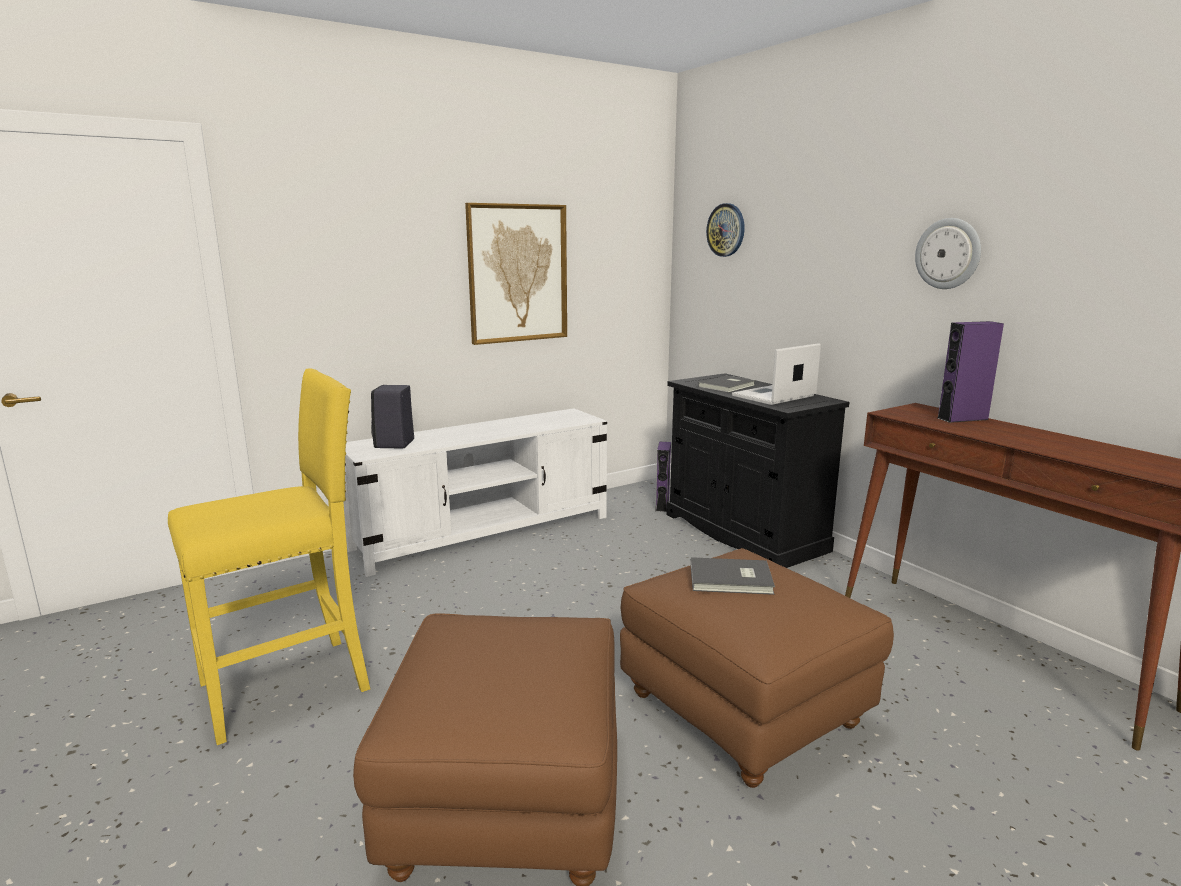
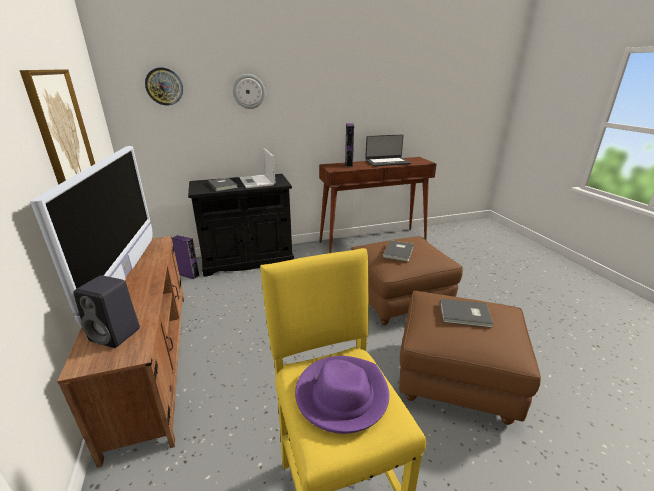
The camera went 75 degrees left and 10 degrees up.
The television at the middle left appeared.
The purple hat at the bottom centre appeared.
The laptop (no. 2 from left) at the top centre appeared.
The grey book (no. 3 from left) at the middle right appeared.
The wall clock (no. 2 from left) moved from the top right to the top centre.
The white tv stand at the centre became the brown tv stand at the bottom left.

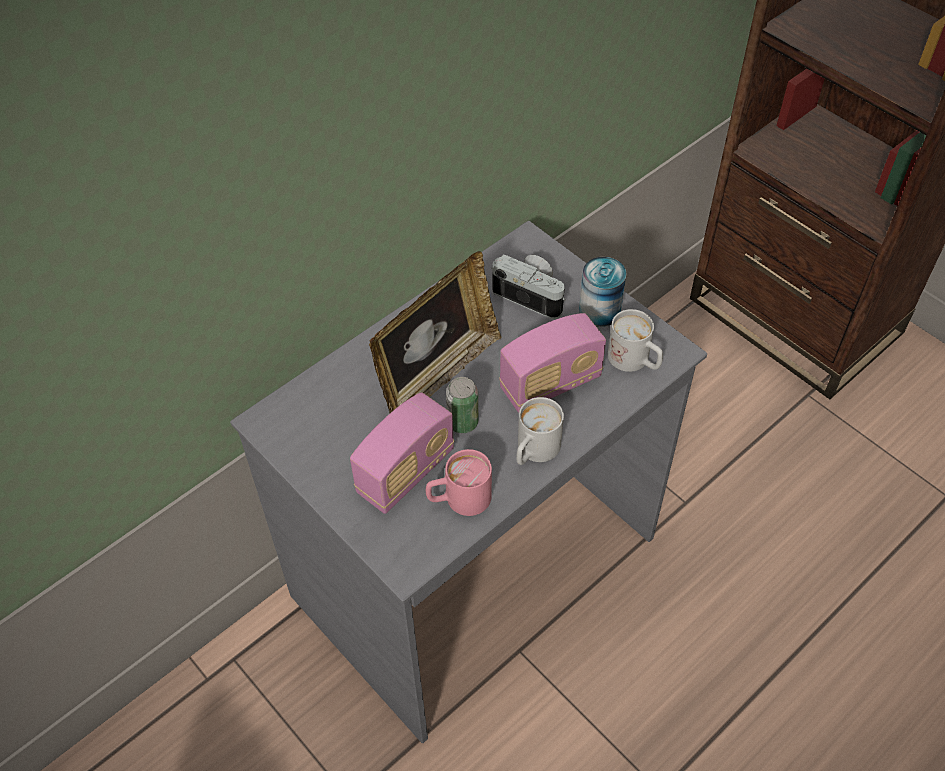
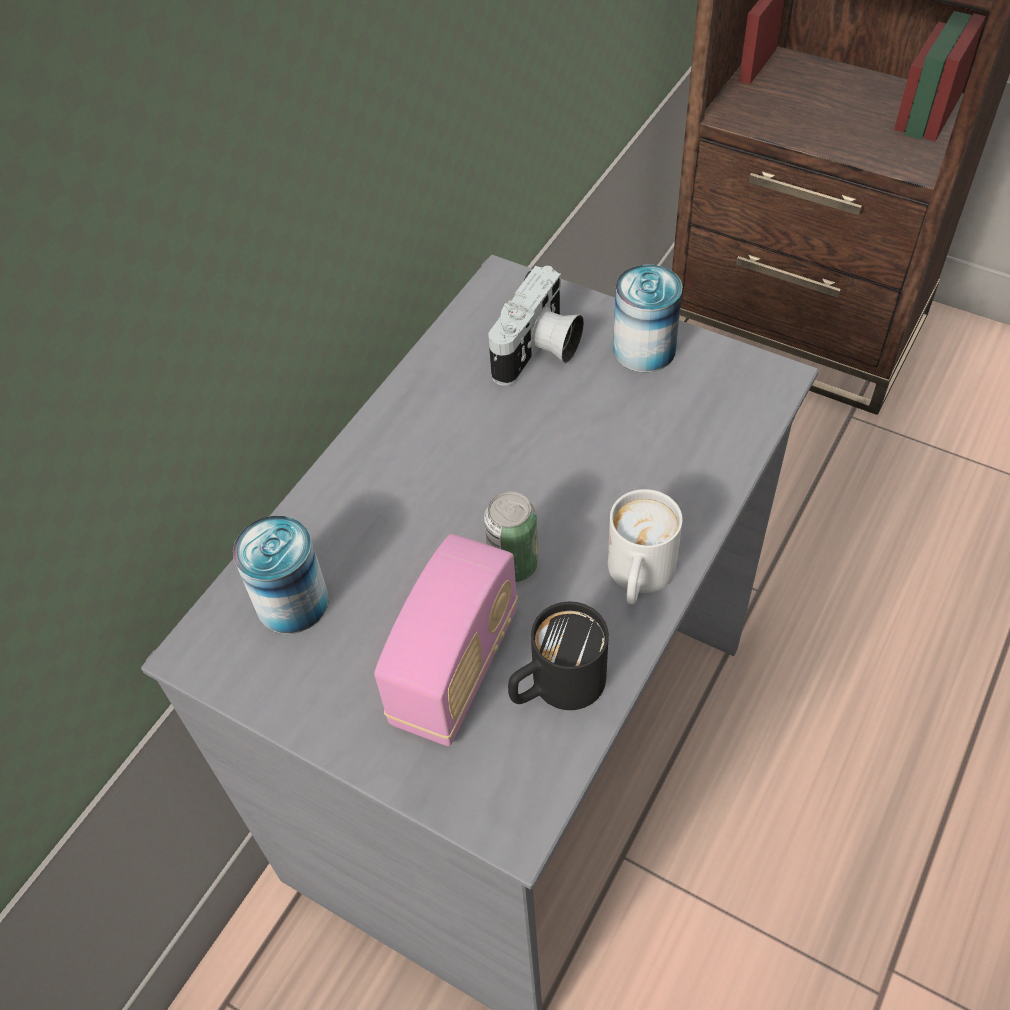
The camera went 15 degrees left and 0 degrees up.
The picture frame at the centre disappeared.
The radio (no. 2 from left) at the centre disappeared.
The white mug (no. 2 from left) at the middle right disappeared.
The can (no. 1 from left) at the middle left appeared.
The pink mug at the centre became the black mug at the centre.
The photo camera at the centre turned 105 degrees clockwise.

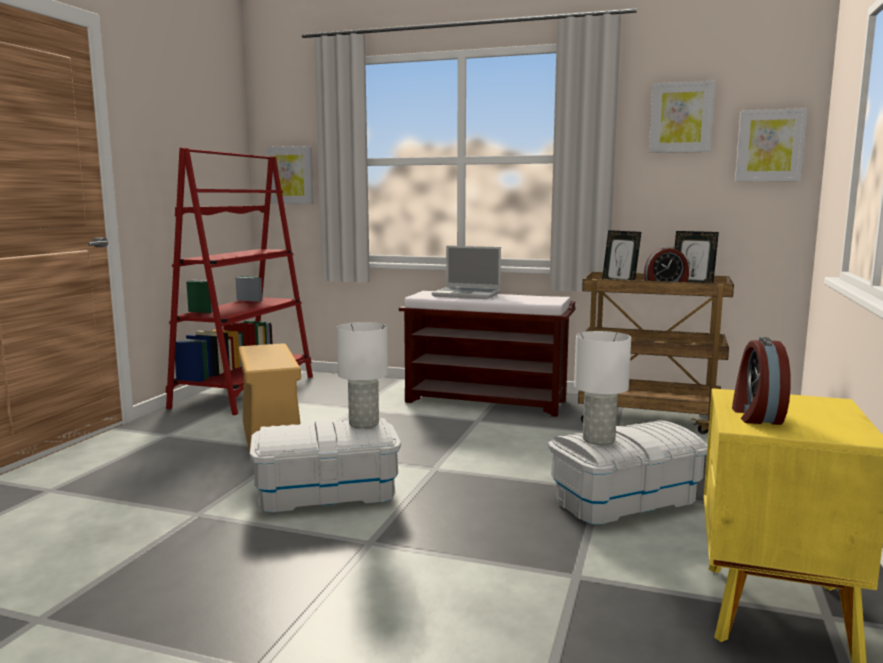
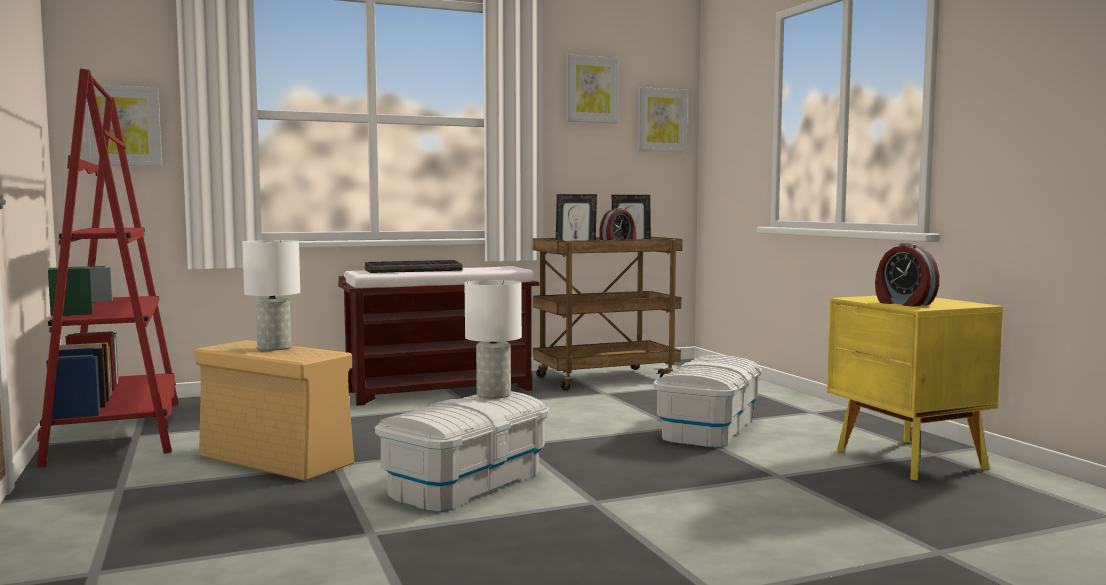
The camera went 40 degrees left and 5 degrees down.
The white table lamp (no. 2 from left in the first image) moved from the middle right to the middle left.
The laptop at the centre was replaced by the keyboard at the centre.

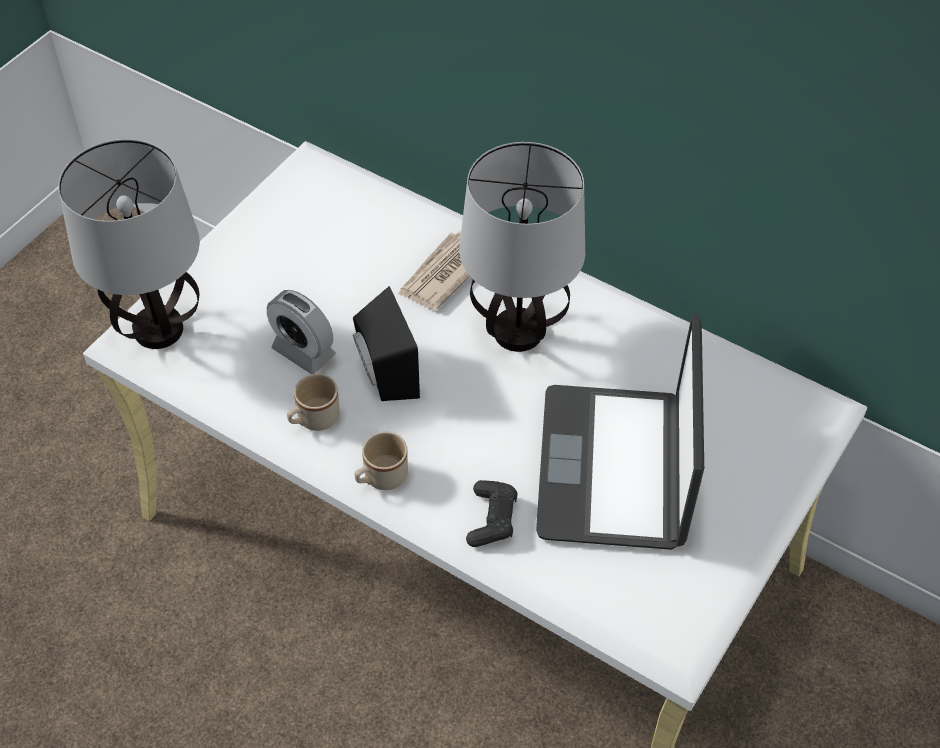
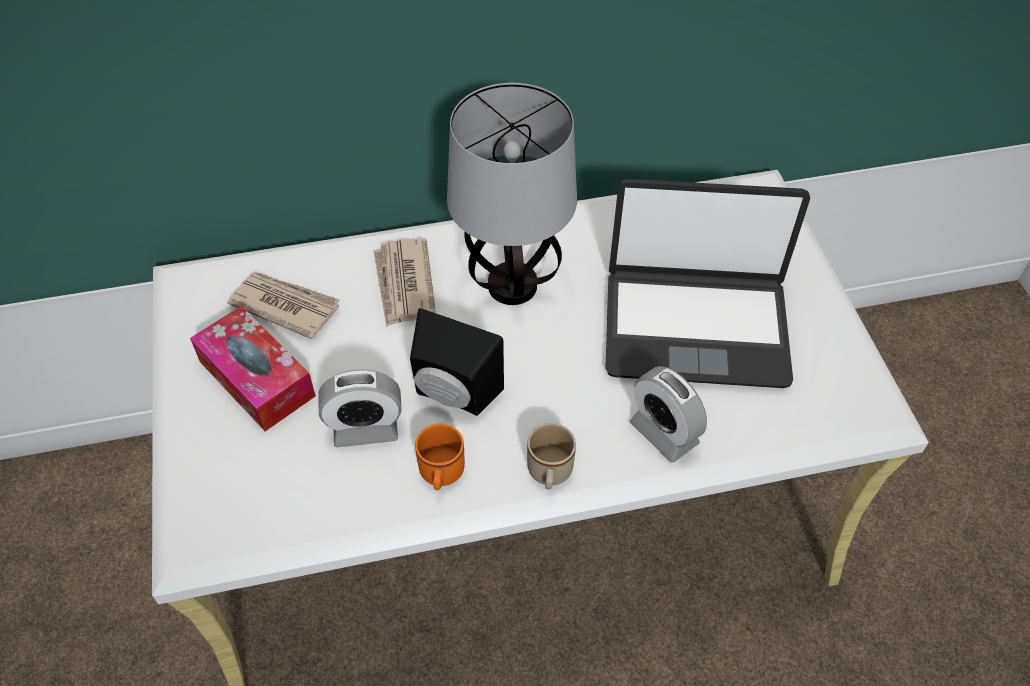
The camera went 45 degrees left and 0 degrees up.
The table lamp (no. 1 from left) at the top left disappeared.
The tissue box at the middle left appeared.
The newspaper (no. 1 from left) at the middle left appeared.
The black game controller at the bottom centre was replaced by the alarm clock (no. 2 from left) at the centre.
The beige mug (no. 1 from left) at the middle left became the orange mug at the centre.
The laptop at the centre turned 45 degrees counterclockwise.

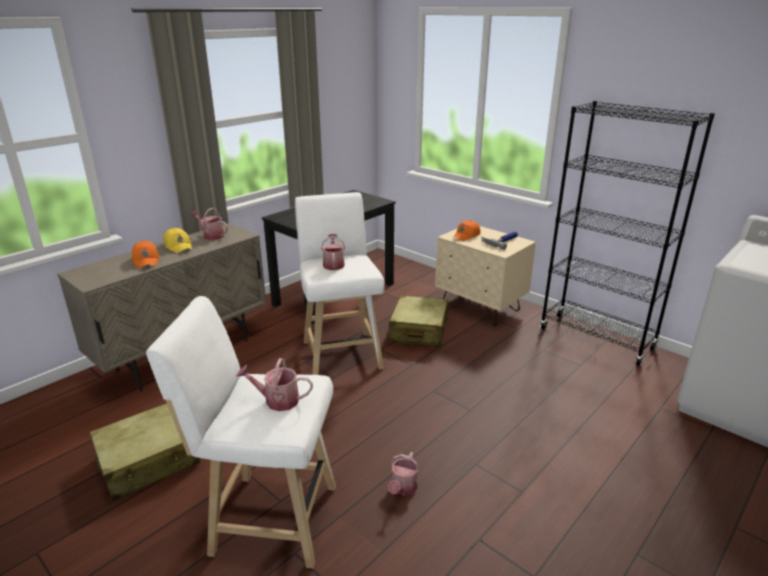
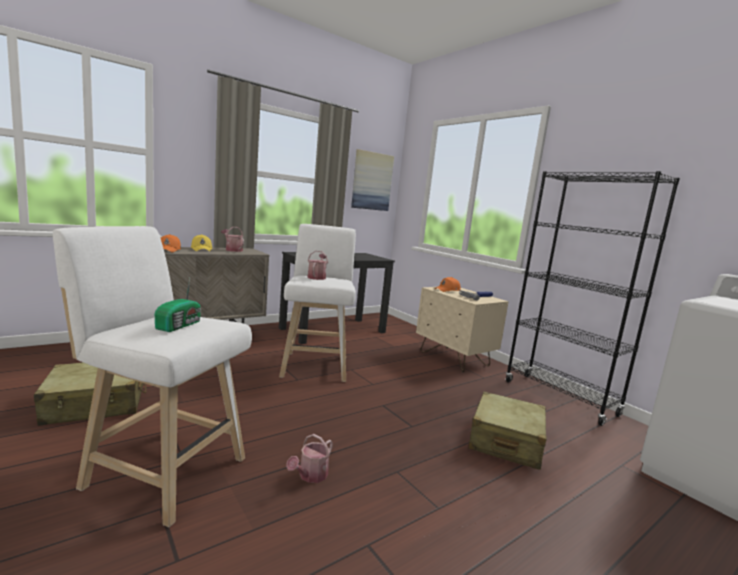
The camera went 10 degrees right and 15 degrees down.
The picture at the top centre appeared.
The beige suitcase (no. 2 from left) moved from the centre to the bottom right.
The watering can (no. 2 from left) at the bottom centre was replaced by the radio at the middle left.

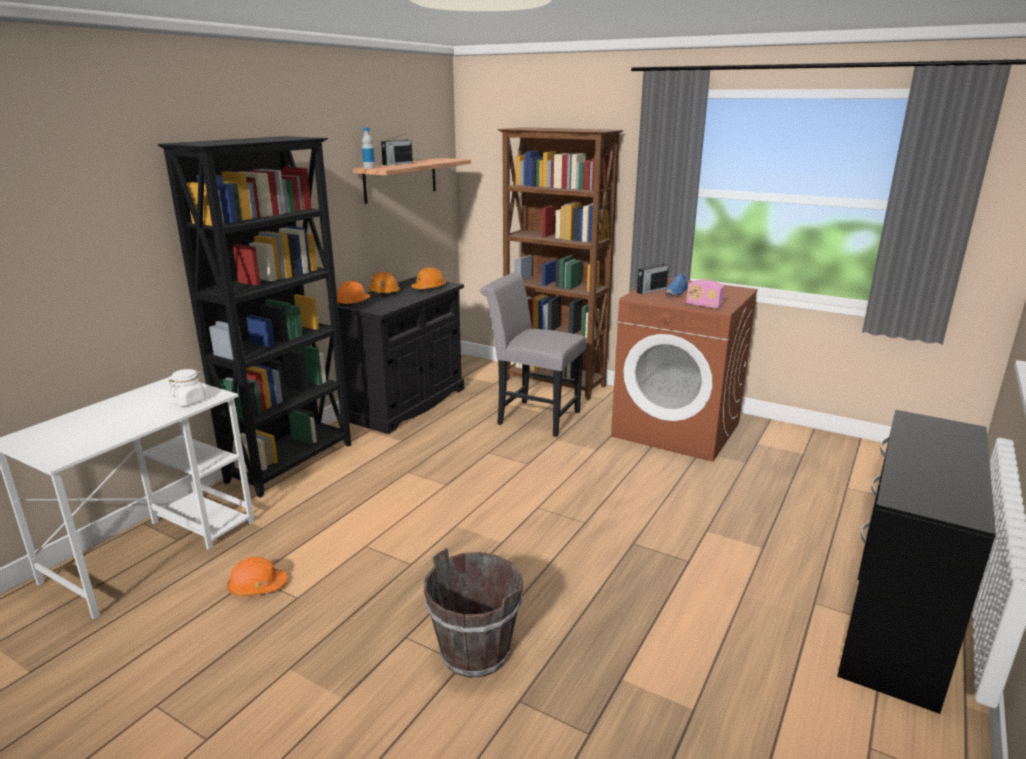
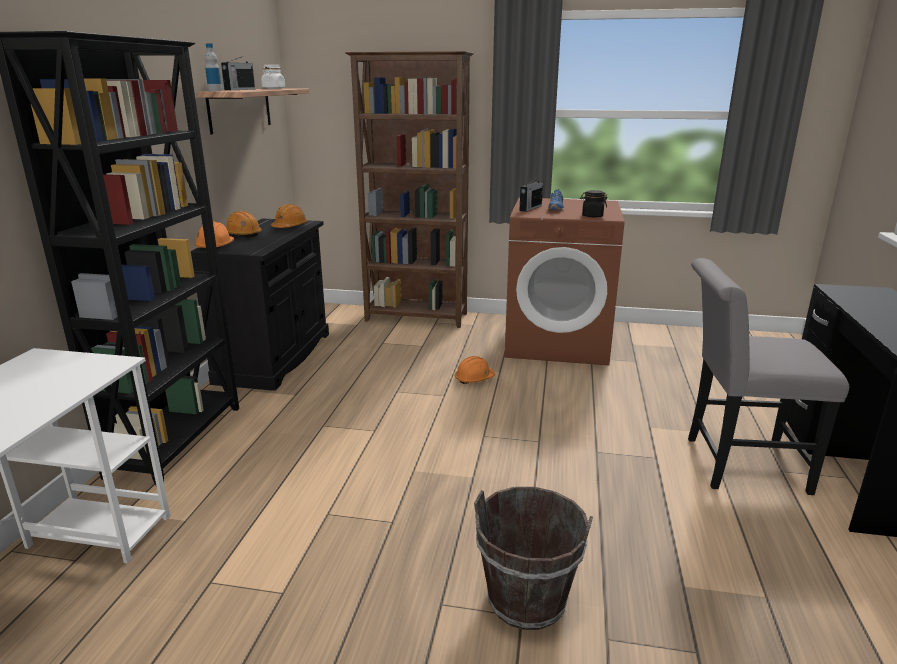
The camera went 20 degrees left and 0 degrees up.
The white jar moved from the middle left to the top left.
The orange hard hat (no. 1 from left in the first image) moved from the bottom left to the centre.
The grey chair moved from the centre to the middle right.
The radio (no. 3 from left) at the middle right was replaced by the black jar at the top centre.

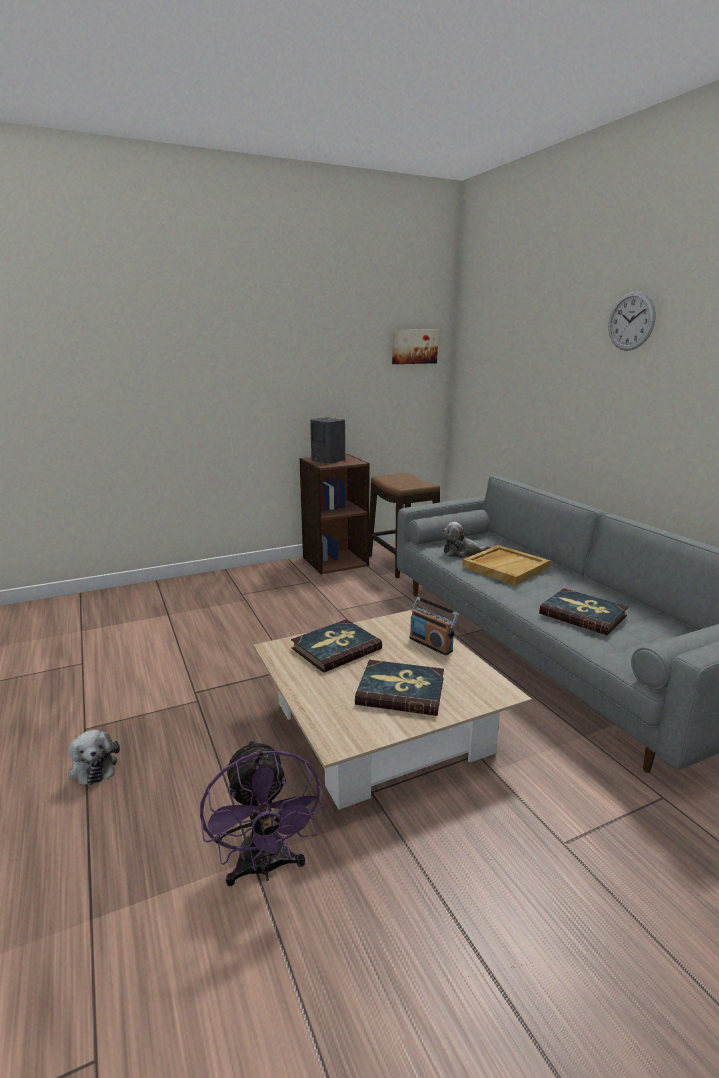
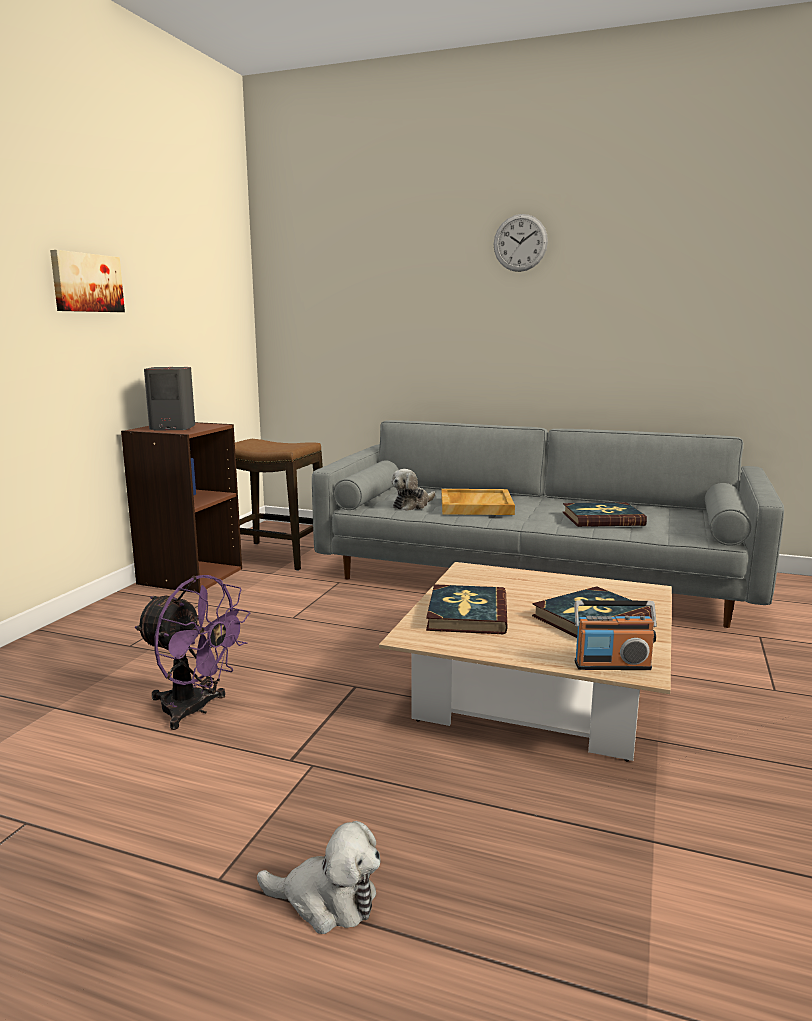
The camera went 45 degrees left and 5 degrees down.
The purple fan moved from the bottom centre to the middle left.
The picture moved from the top centre to the top left.
The radio moved from the centre to the middle right.

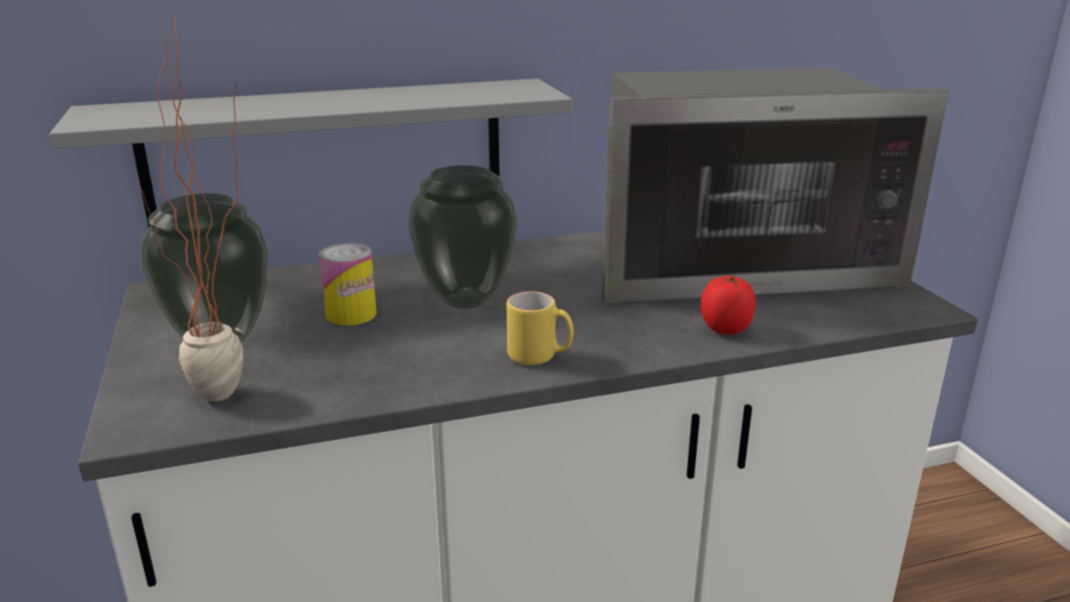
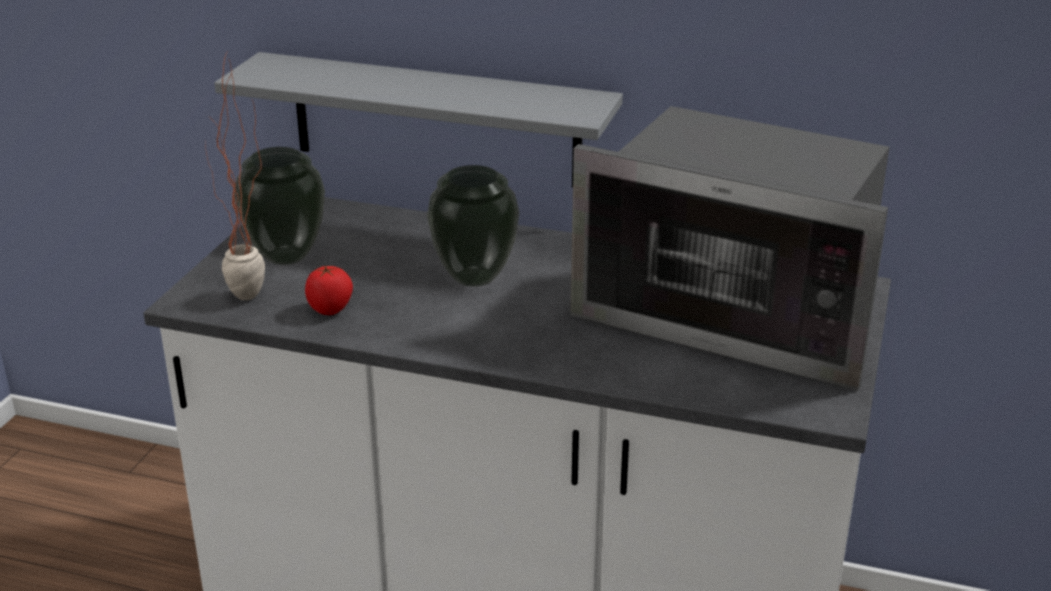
The camera went 35 degrees right and 5 degrees up.
The can at the middle left disappeared.
The yellow mug at the centre disappeared.
The tomato moved from the middle right to the middle left.

